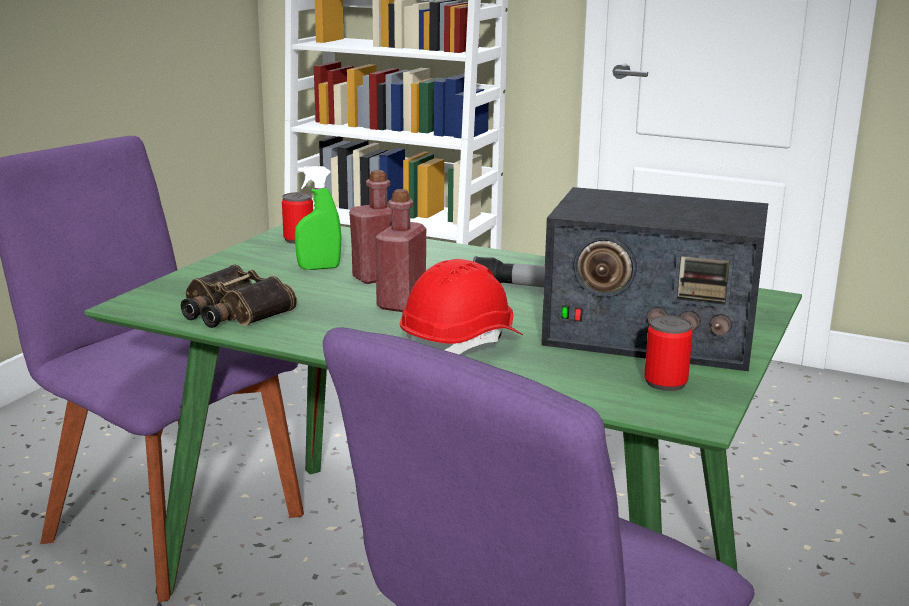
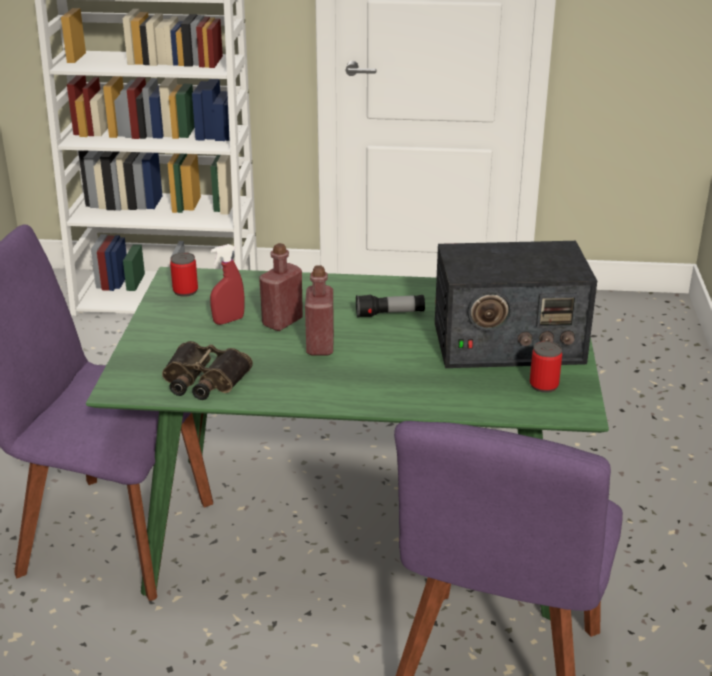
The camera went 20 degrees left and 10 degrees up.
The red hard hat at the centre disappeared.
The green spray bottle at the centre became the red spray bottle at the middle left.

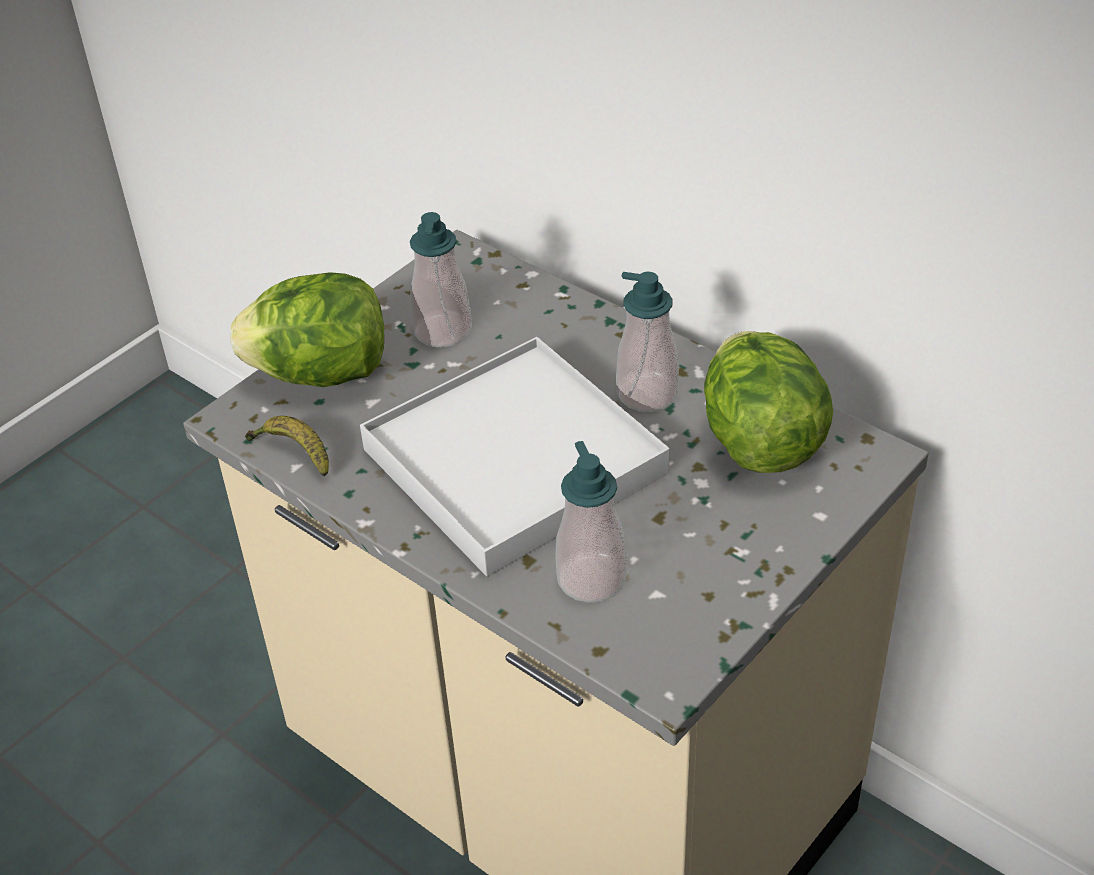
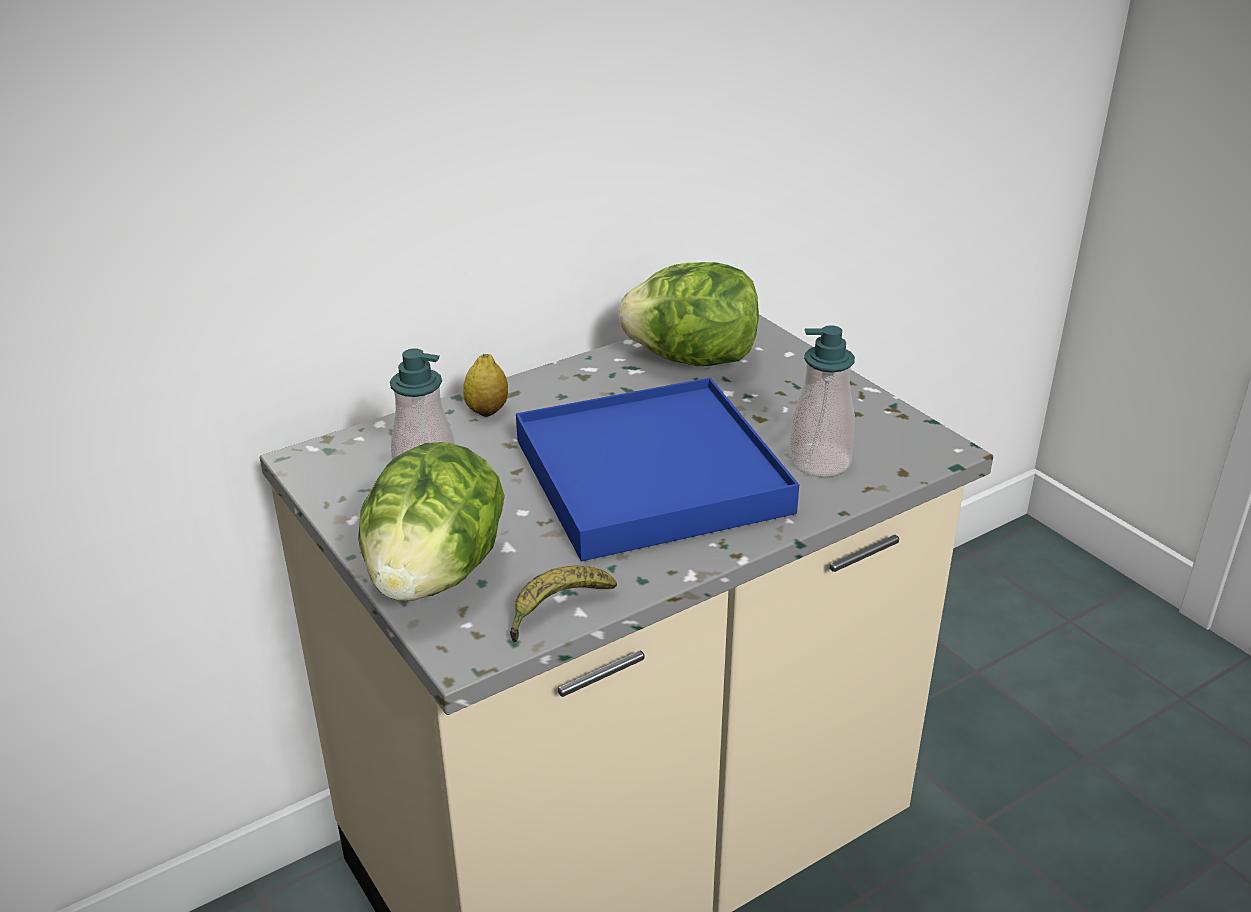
The camera went 75 degrees left and 10 degrees down.
The soap dispenser (no. 3 from left) at the centre disappeared.
The lemon at the centre appeared.
The white tray at the centre became the blue tray at the centre.

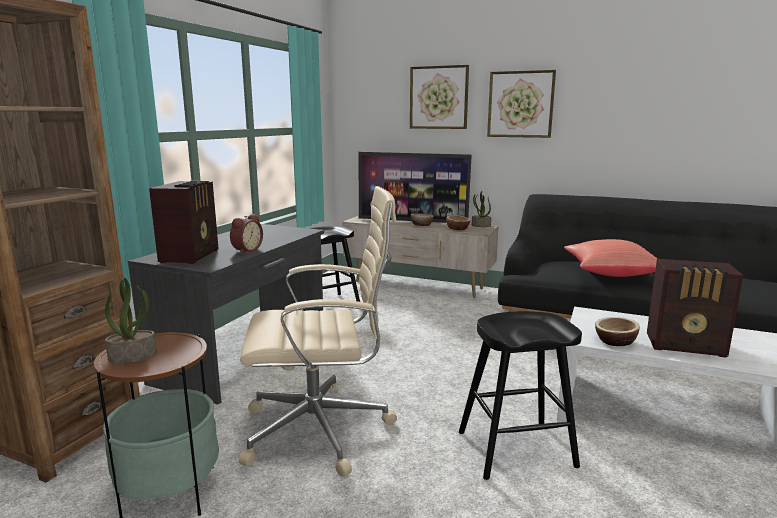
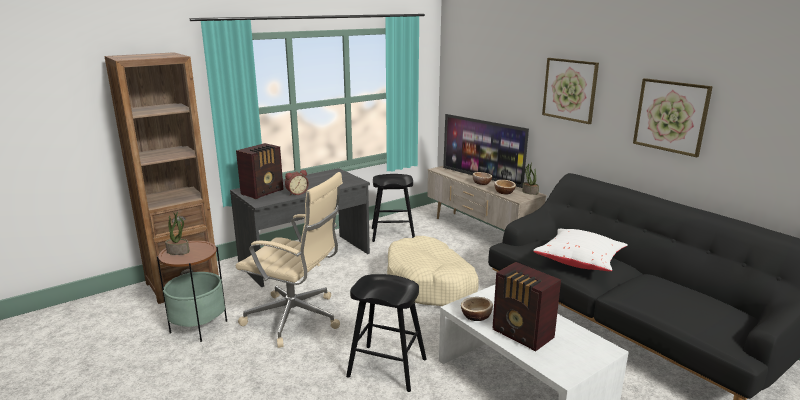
The camera went 30 degrees right and 5 degrees up.
The beige dog bed at the bottom centre appeared.
The picture (no. 1 from left in the first image) moved from the top centre to the top right.
The red pillow at the middle right became the white pillow at the middle right.

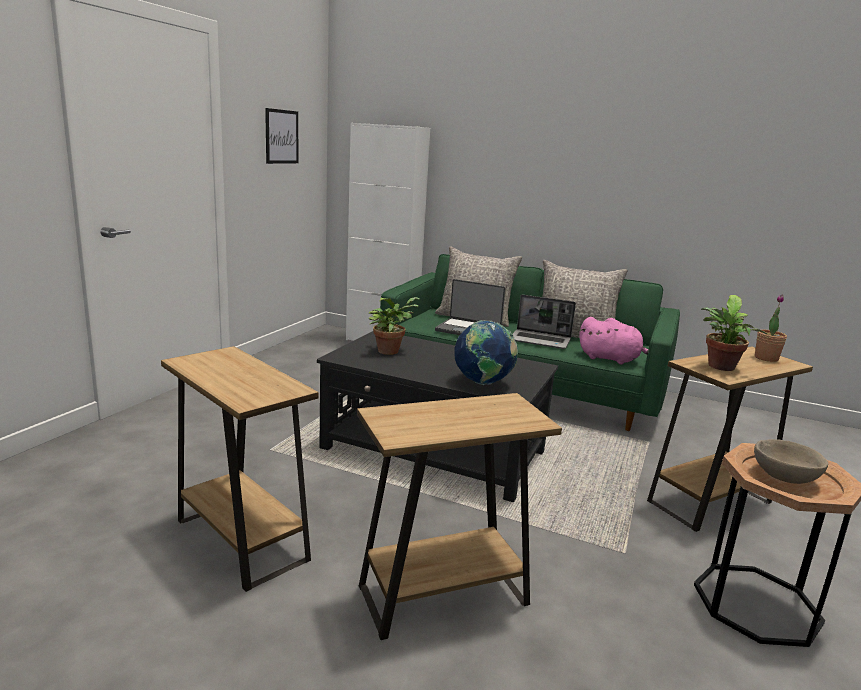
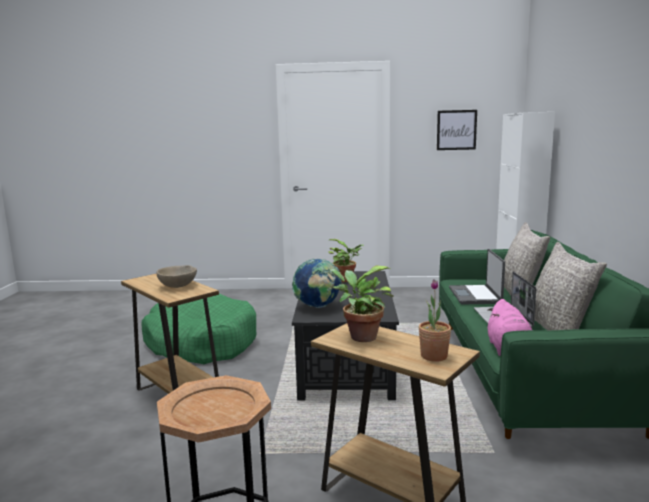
The camera went 70 degrees right and 5 degrees down.
The beige bowl moved from the bottom right to the middle left.
The brown side table (no. 1 from left) at the bottom left was replaced by the green dog bed at the middle left.

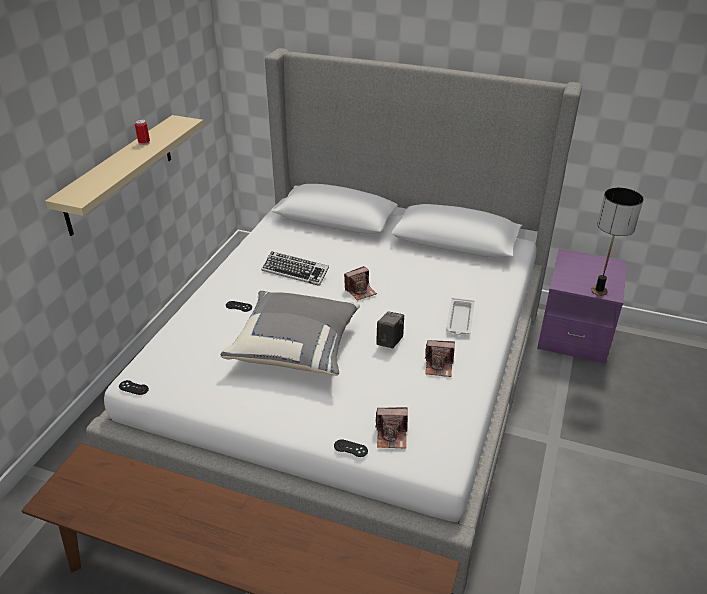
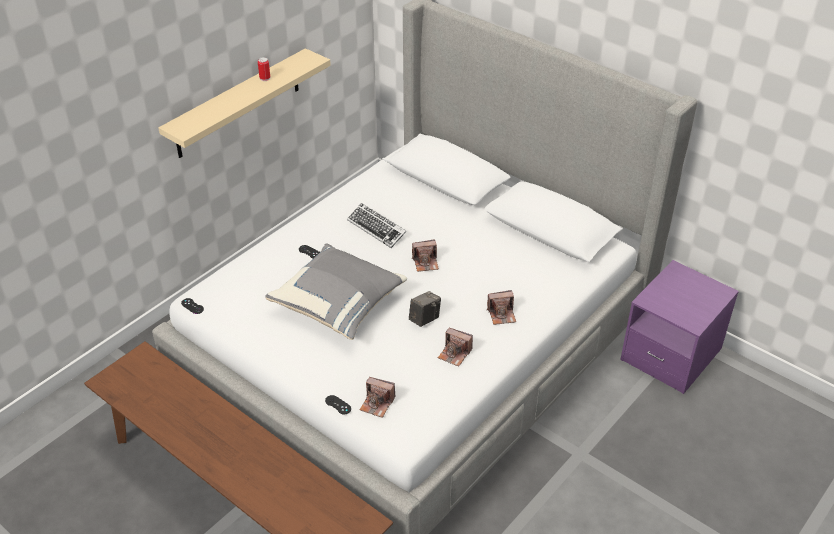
The camera went 20 degrees right and 5 degrees up.
The table lamp at the middle right disappeared.
The white tray at the centre was replaced by the photo camera (no. 5 from left) at the centre.

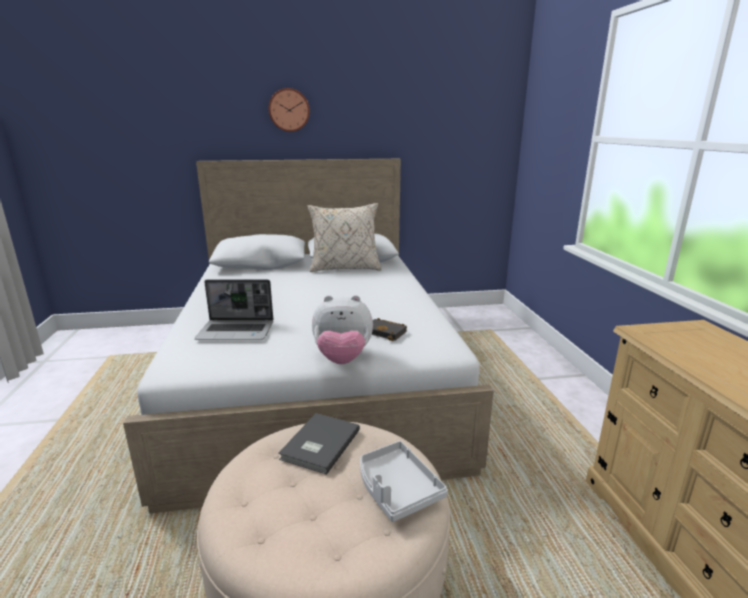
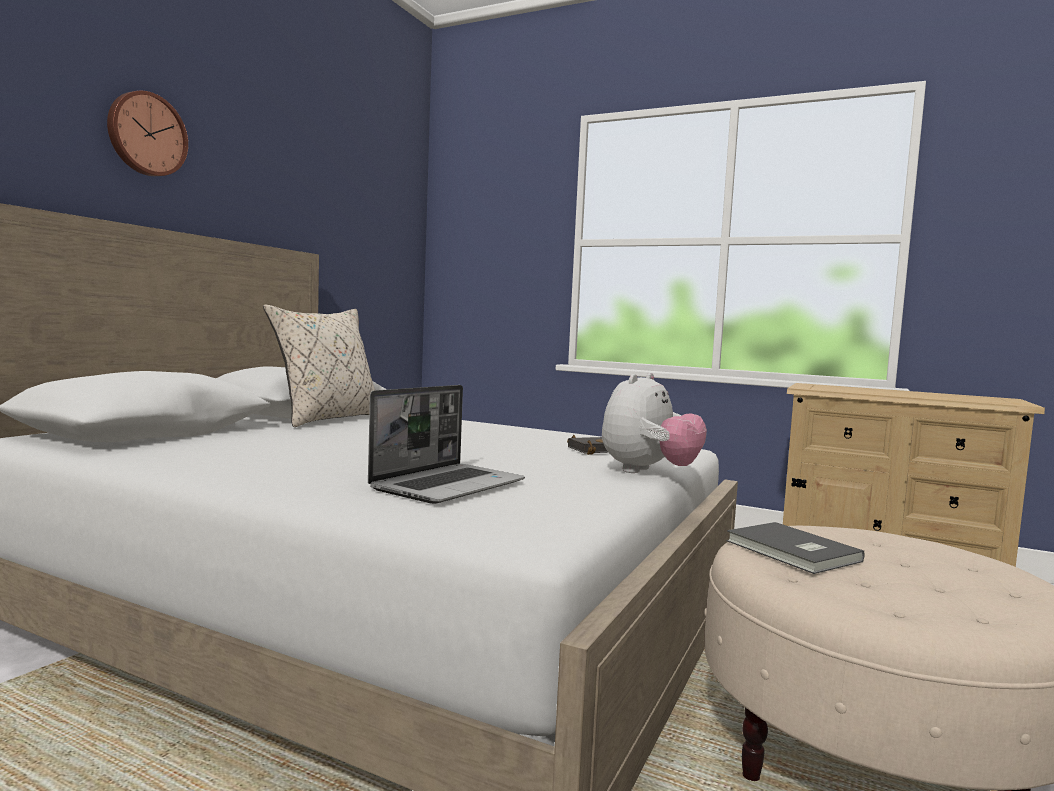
The camera went 55 degrees left and 15 degrees down.
The grey tray at the bottom centre disappeared.

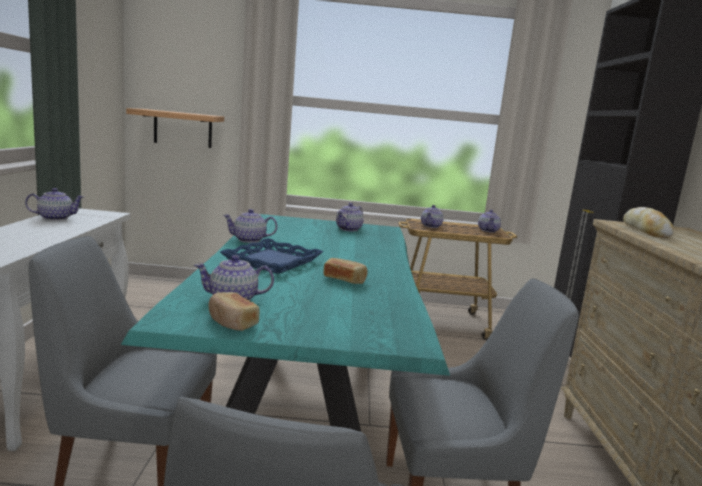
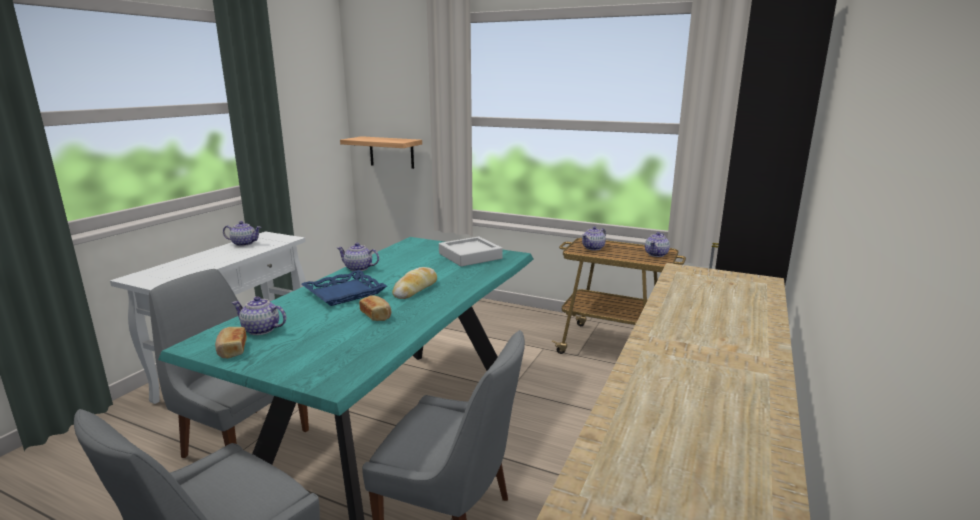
The camera went 25 degrees right and 5 degrees up.
The bread (no. 3 from left) moved from the middle right to the centre.
The teapot (no. 4 from left) at the centre was replaced by the grey tray at the centre.

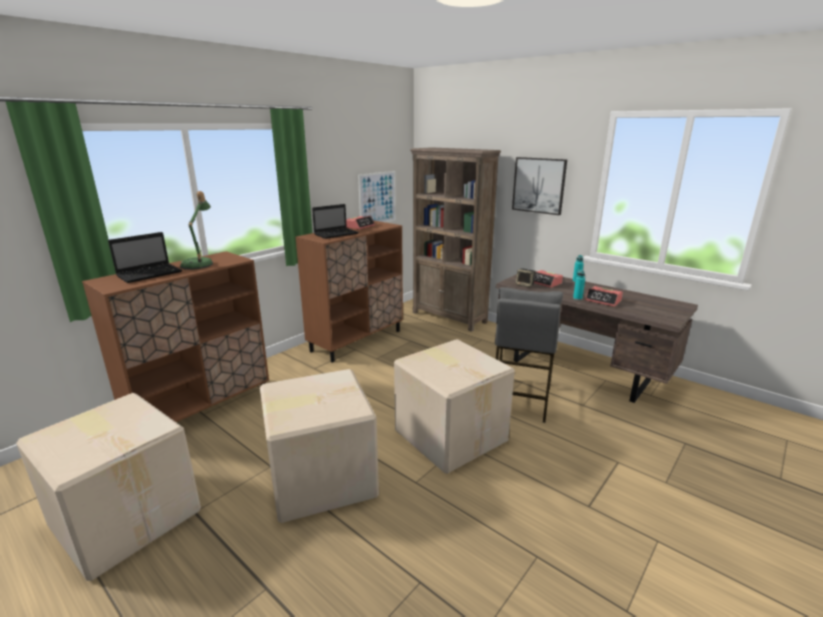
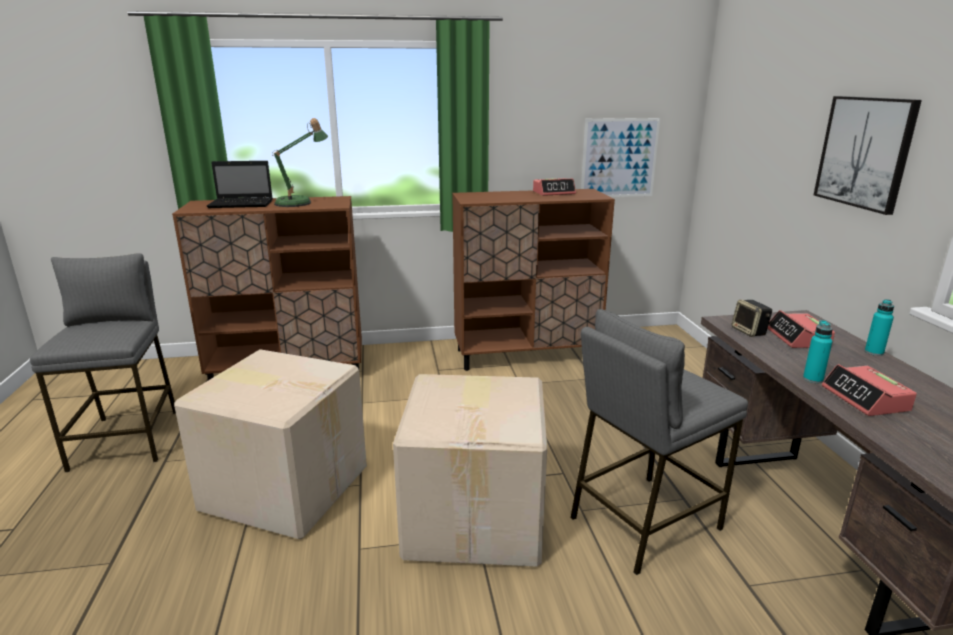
The camera went 40 degrees right and 0 degrees up.
The laptop (no. 2 from left) at the centre disappeared.
The brown bookcase at the centre disappeared.
The cardboard box (no. 1 from left) at the bottom left was replaced by the grey stool (no. 1 from left) at the middle left.

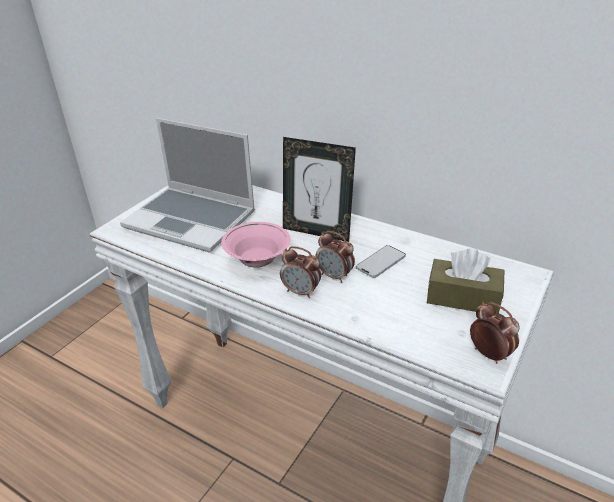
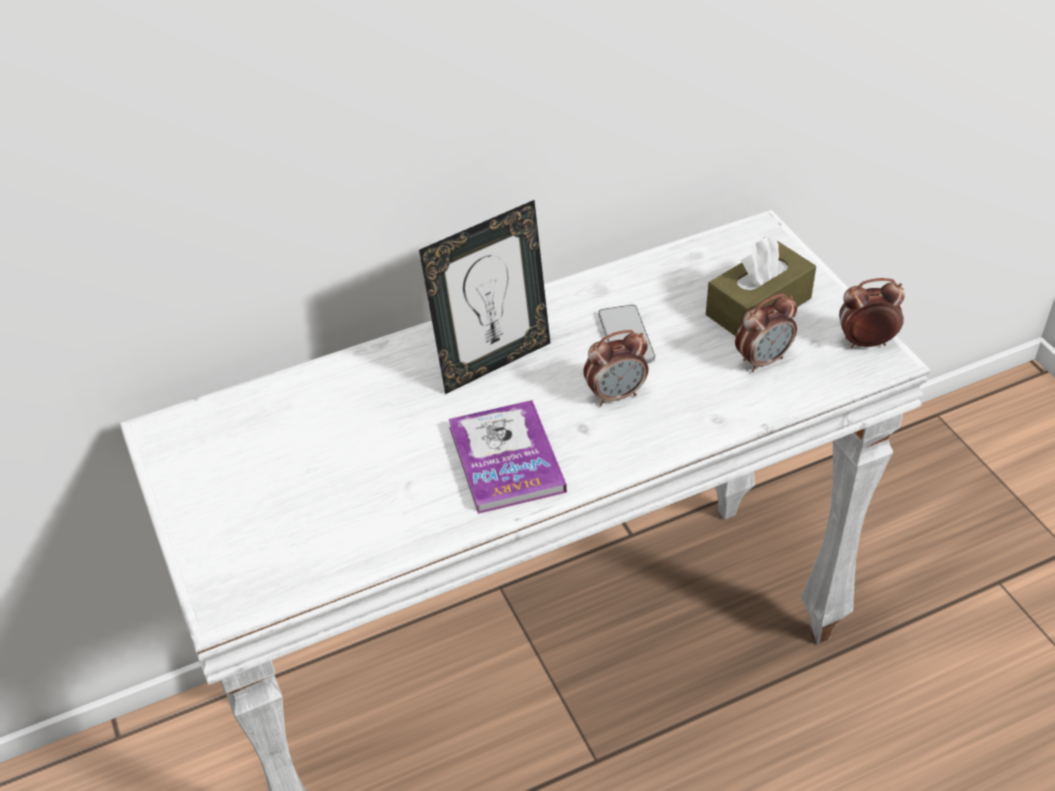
The camera went 55 degrees left and 10 degrees up.
The laptop at the middle left disappeared.
The alarm clock (no. 1 from left in the first image) moved from the centre to the middle right.
The pink bowl at the centre was replaced by the book at the centre.

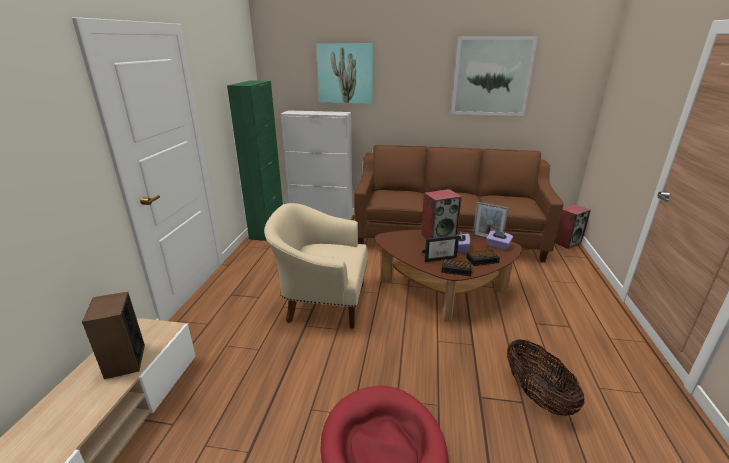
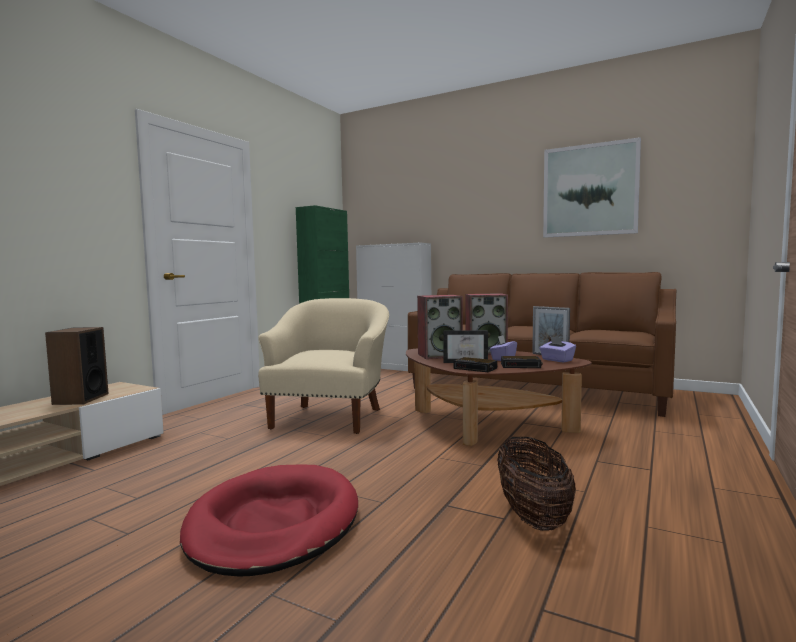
The camera went 20 degrees right and 20 degrees down.
The picture (no. 1 from left) at the top centre disappeared.
The speaker (no. 3 from left in the first image) moved from the middle right to the centre.
The beige armchair at the centre turned 75 degrees clockwise.

